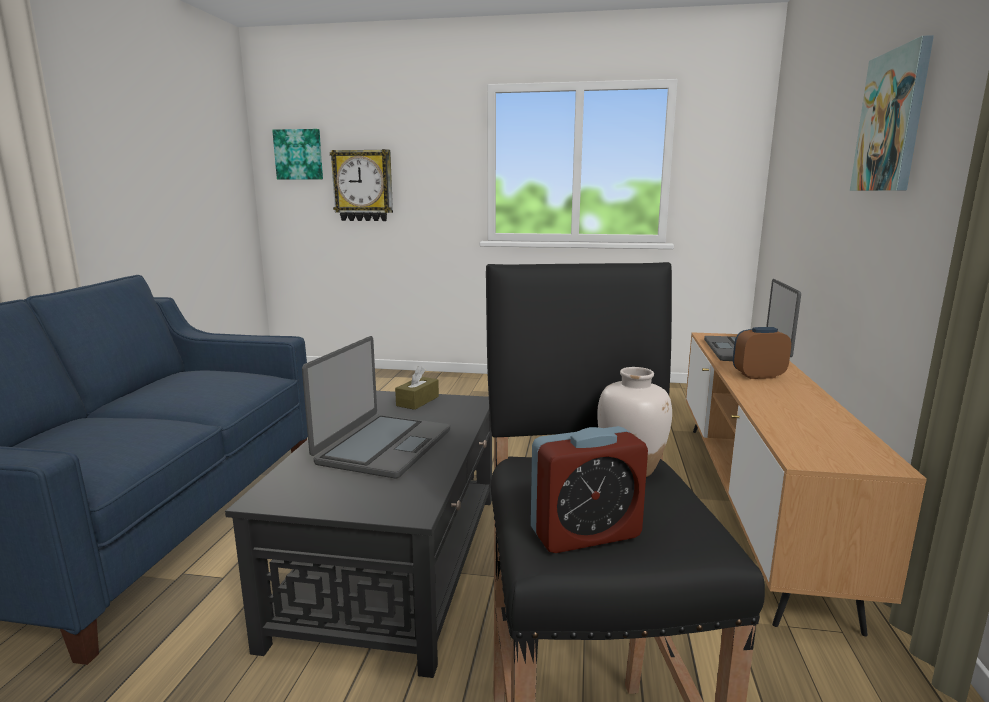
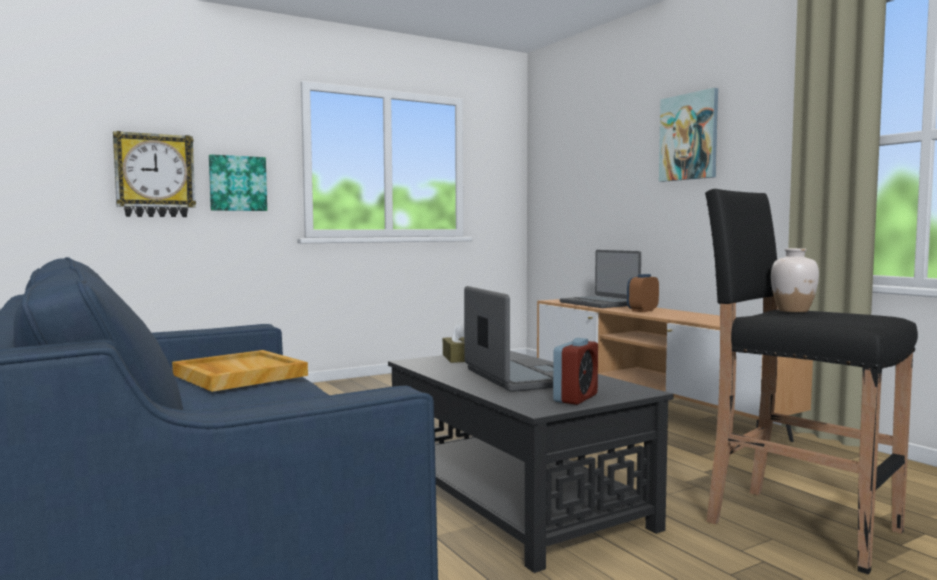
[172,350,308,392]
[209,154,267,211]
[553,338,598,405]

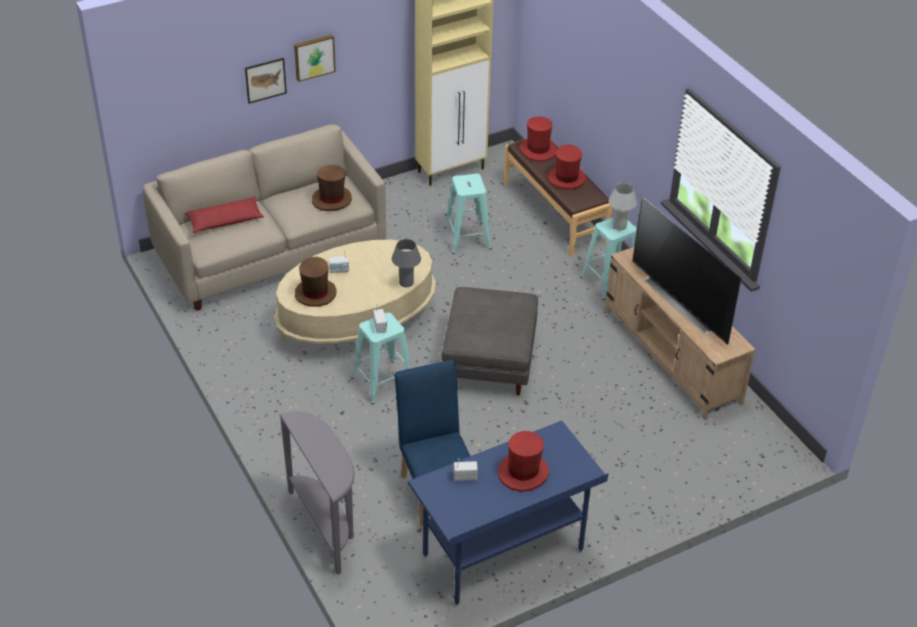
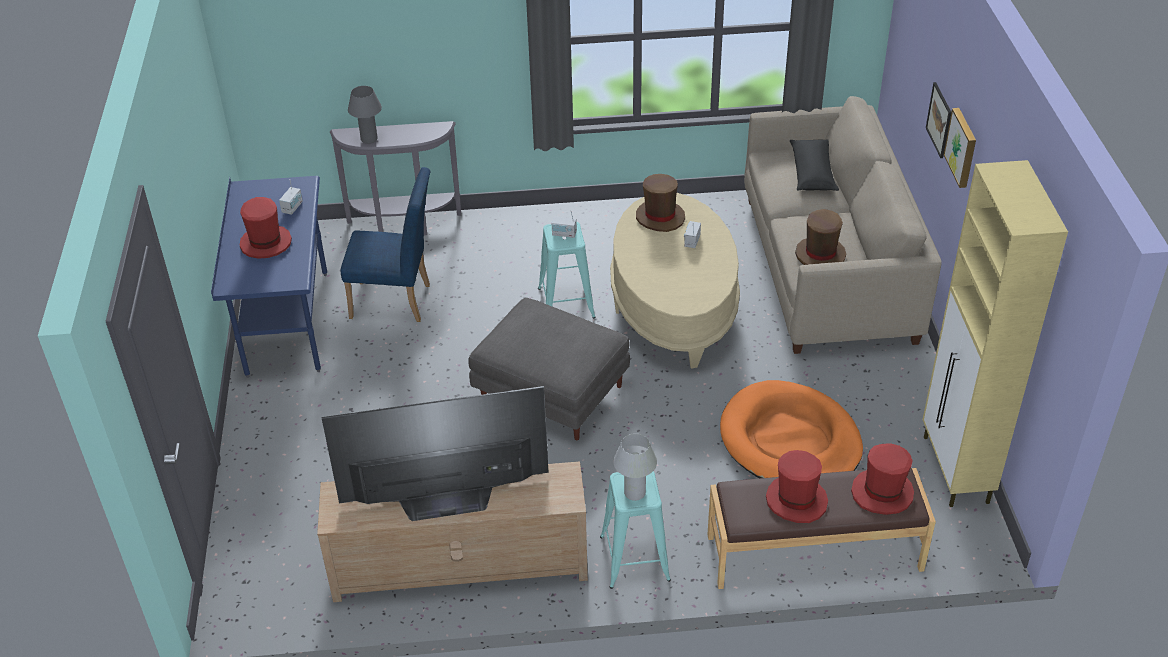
[348,86,382,144]
[720,380,863,478]
[790,139,839,191]

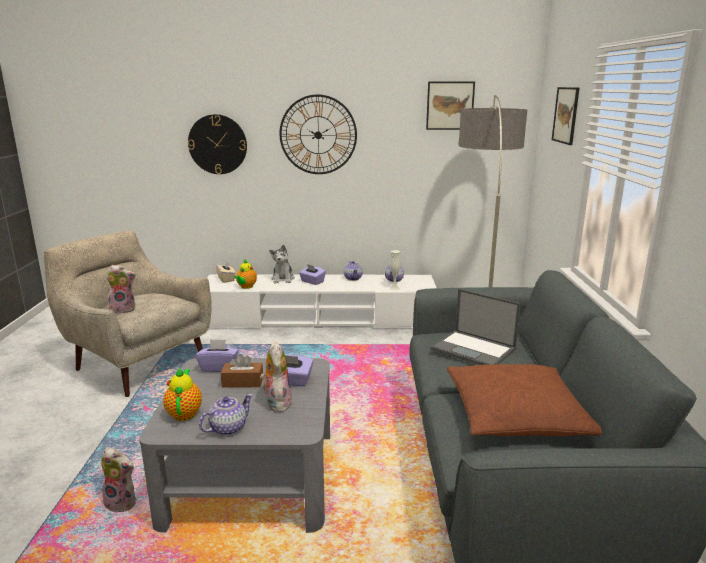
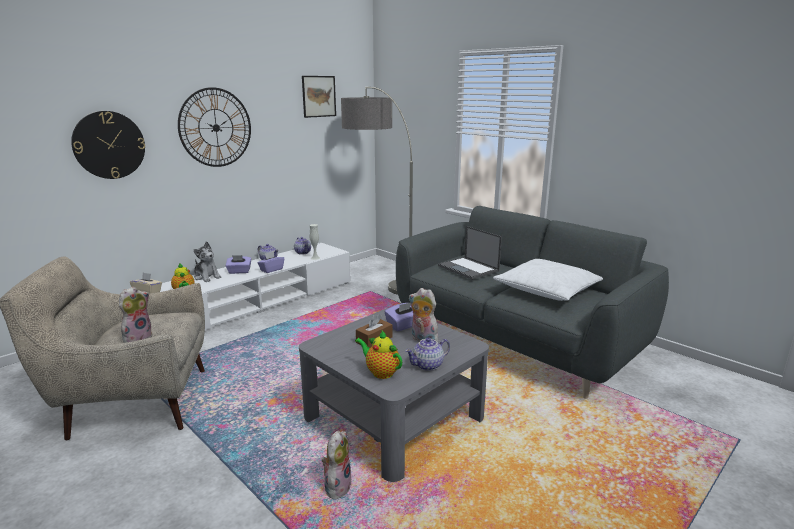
[552,87,579,145] (first image)
[257,251,284,273]
[493,259,603,301]
[322,430,351,499]
[405,338,450,371]
[438,226,502,280]

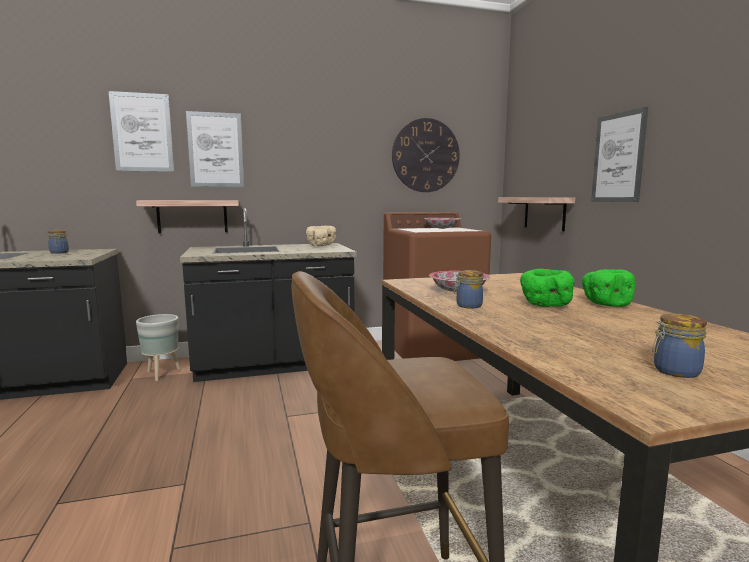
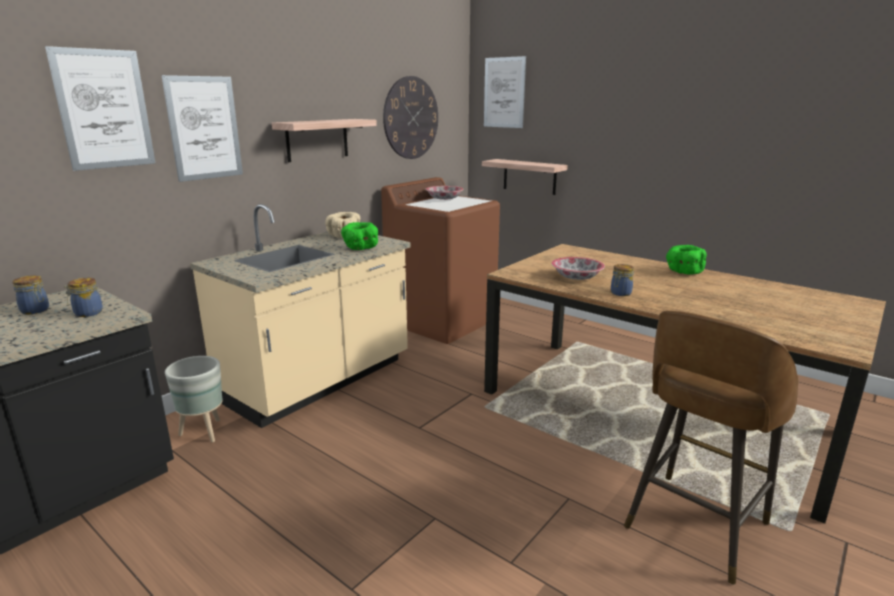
[272,119,377,162]
[341,222,378,250]
[484,56,526,128]
[64,278,103,317]
[190,204,410,428]

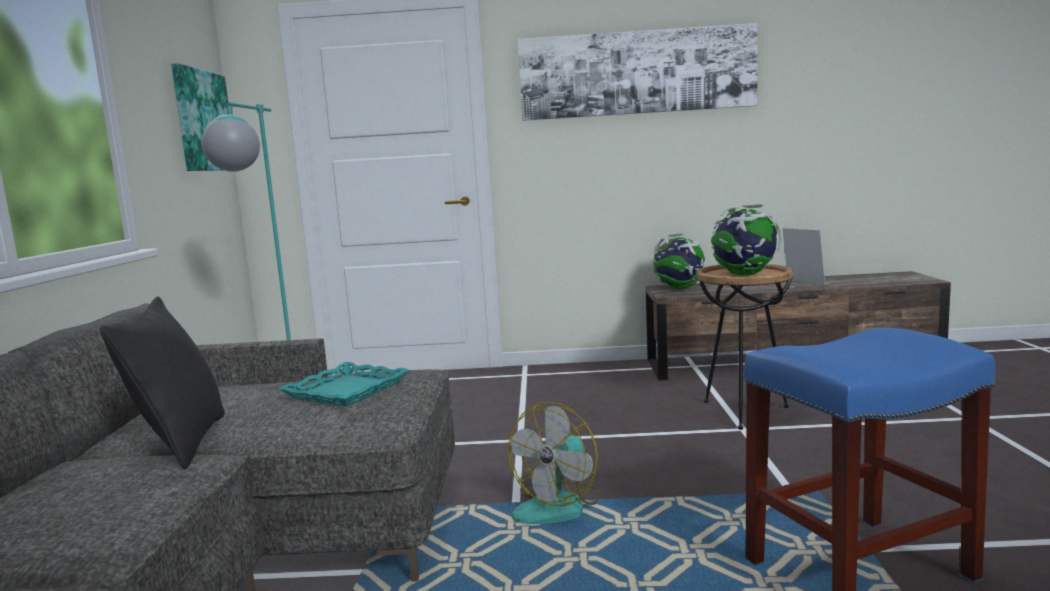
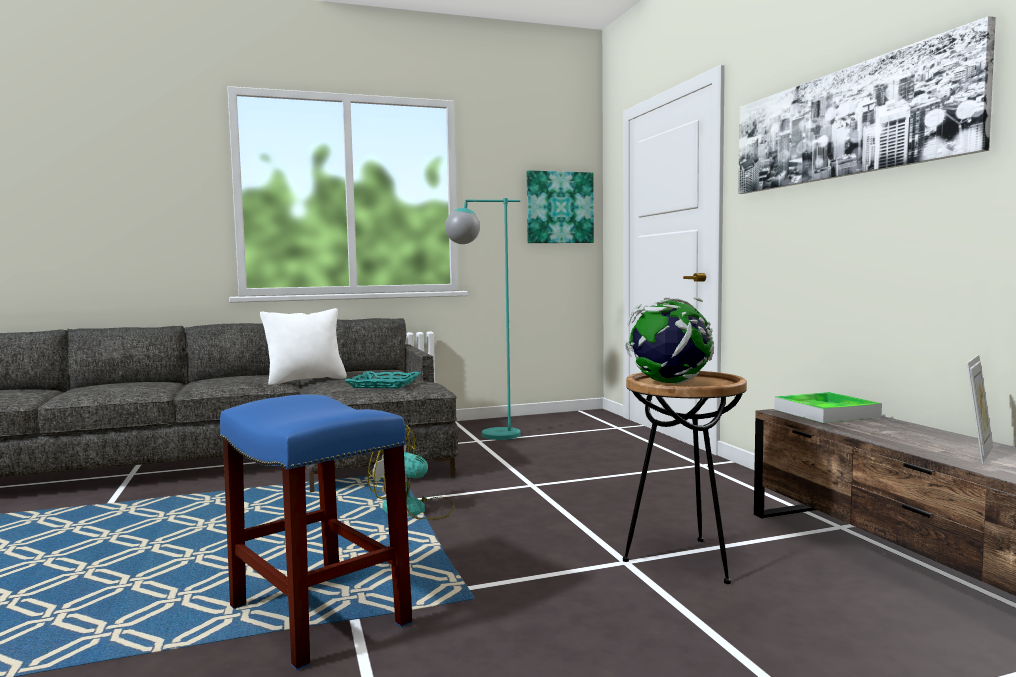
[774,392,882,423]
[260,308,347,385]

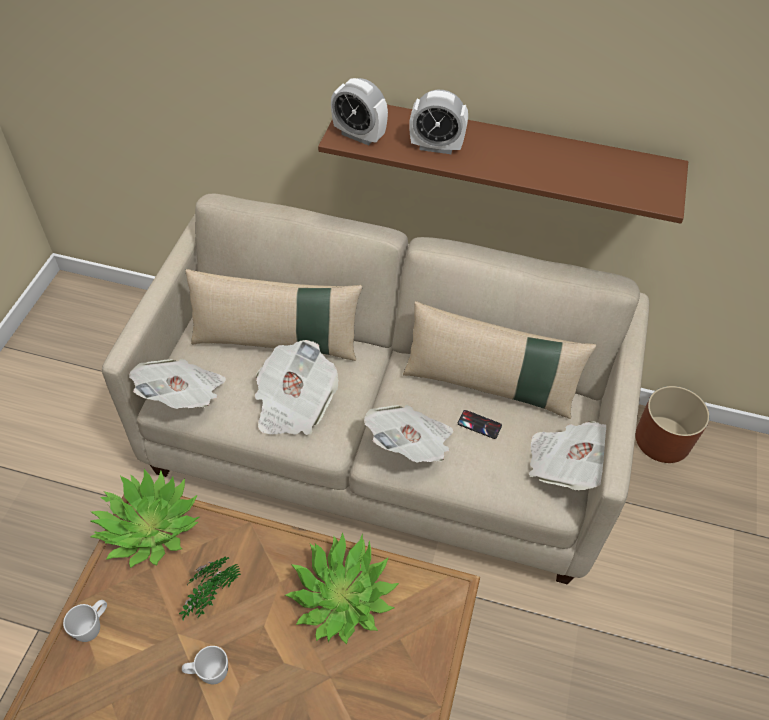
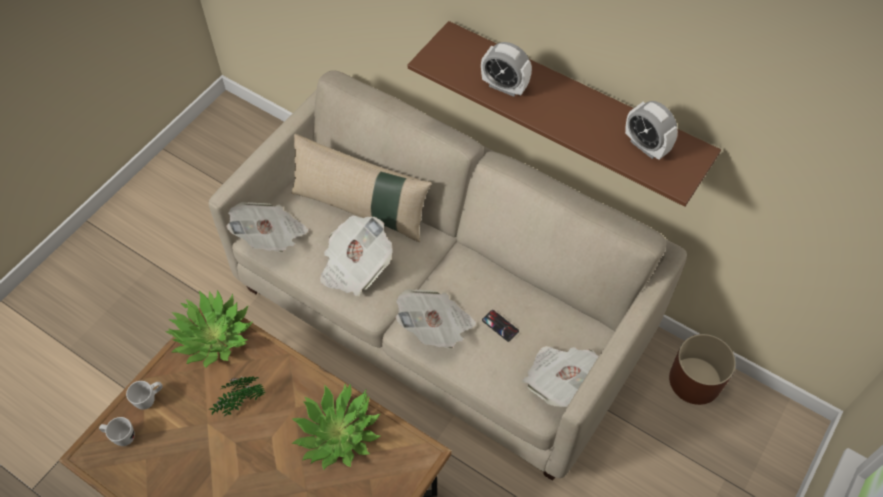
[403,301,596,419] (first image)
[99,417,135,446]
[625,101,678,160]

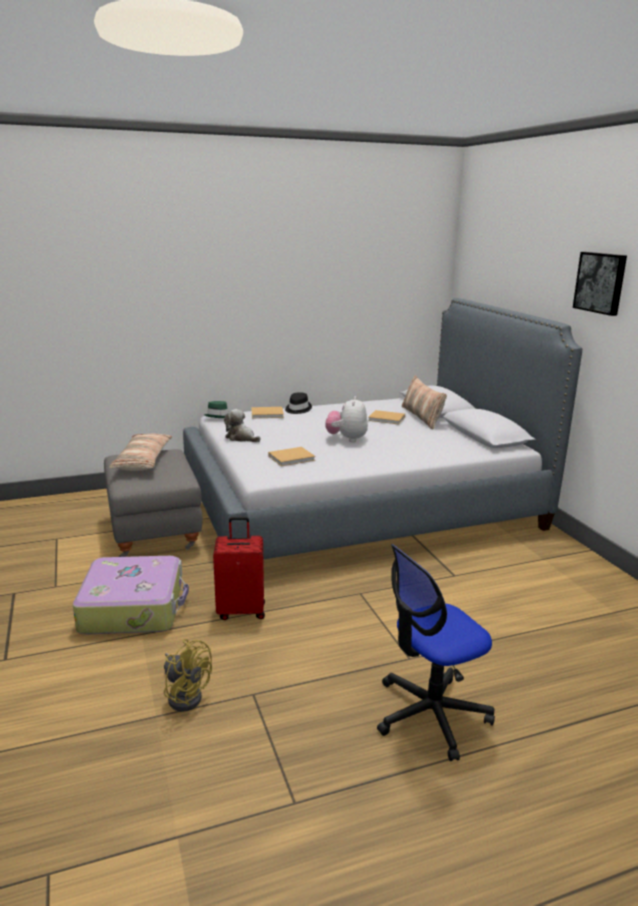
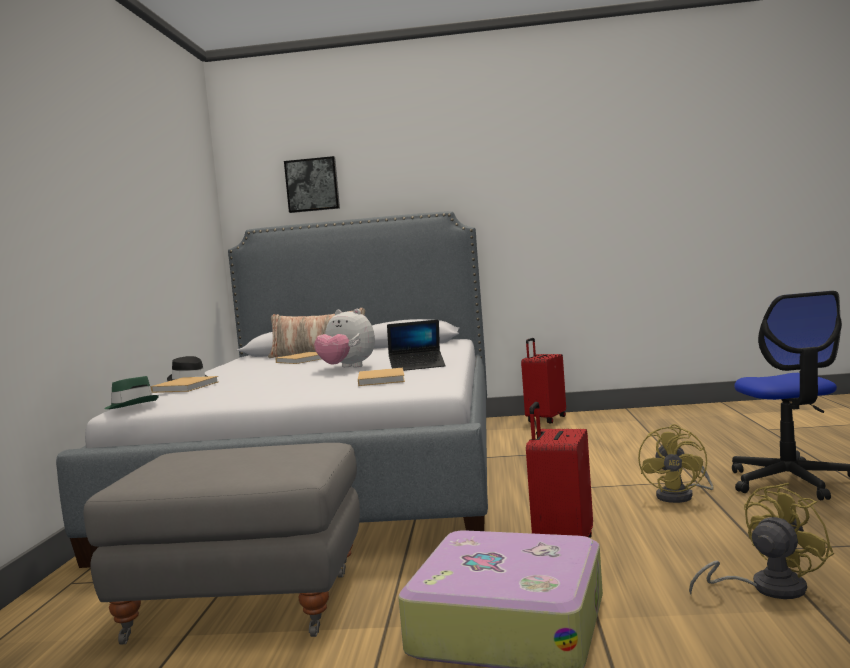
[109,434,172,471] (first image)
[224,409,261,442] (first image)
[387,320,446,371]
[521,338,566,423]
[638,424,714,503]
[284,156,340,213]

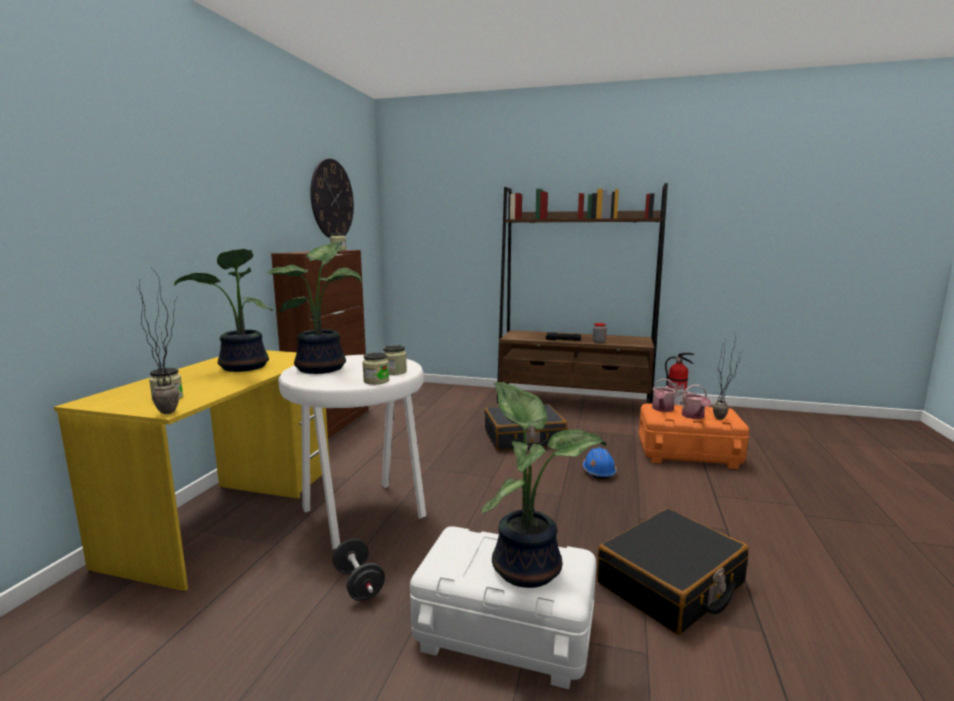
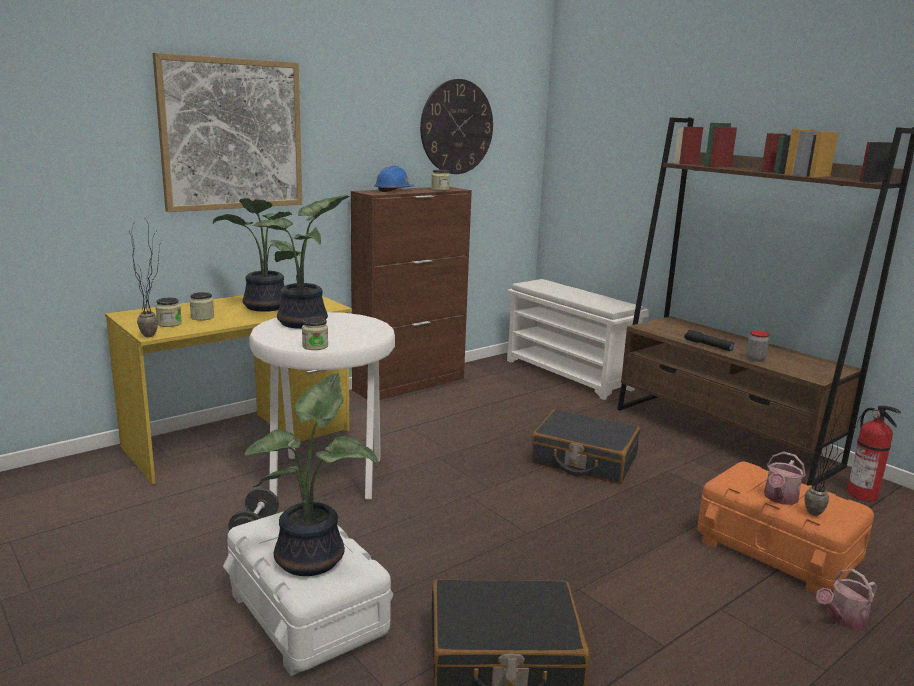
[153,53,302,212]
[507,279,649,400]
[190,292,214,320]
[374,166,414,192]
[816,569,877,630]

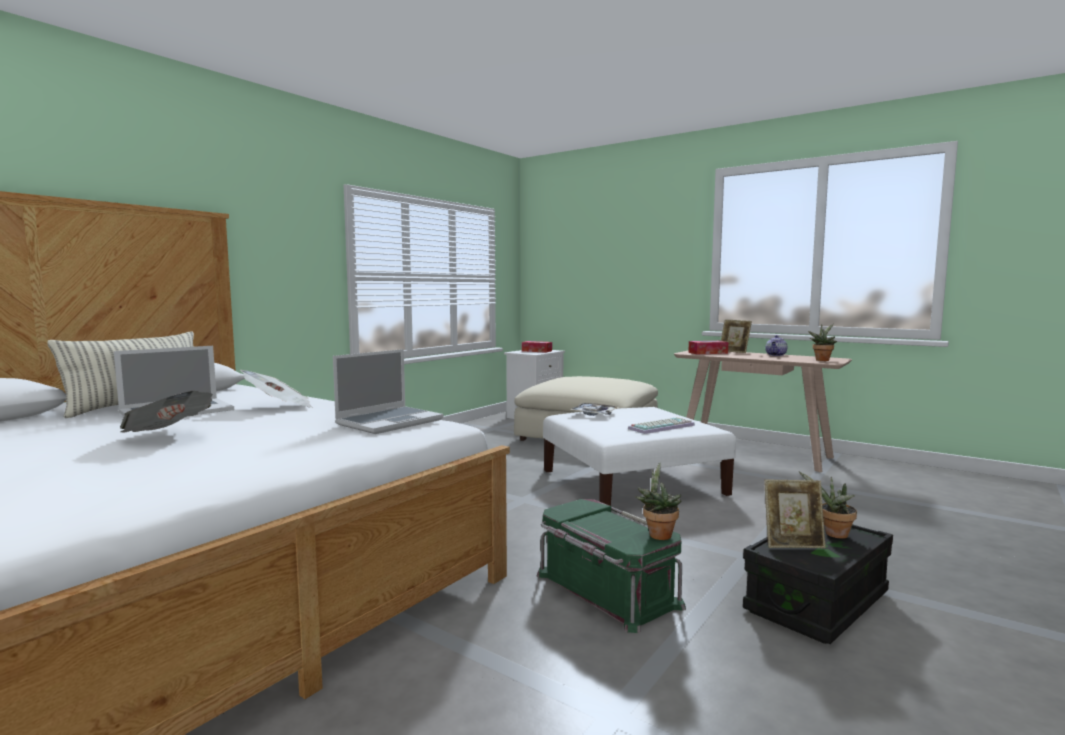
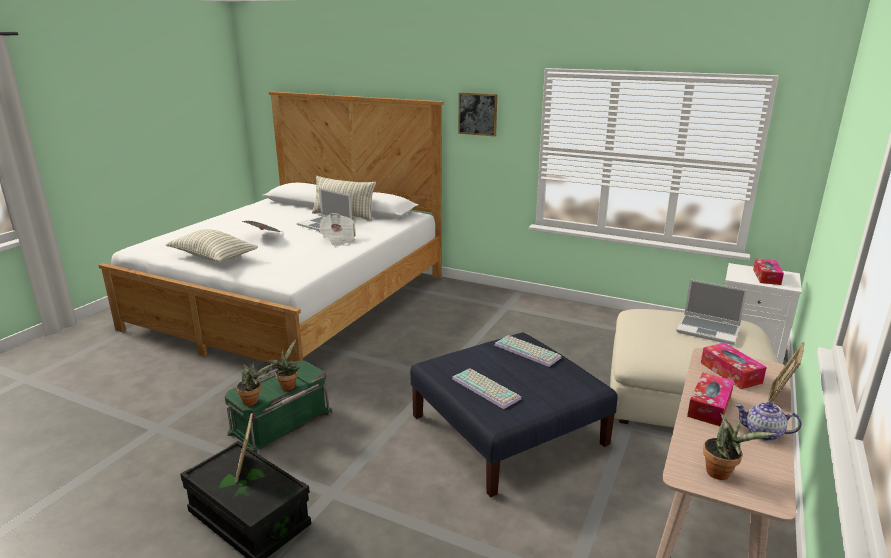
[166,229,258,262]
[458,92,497,136]
[687,373,734,426]
[677,279,747,345]
[267,340,300,391]
[494,335,562,367]
[411,333,618,497]

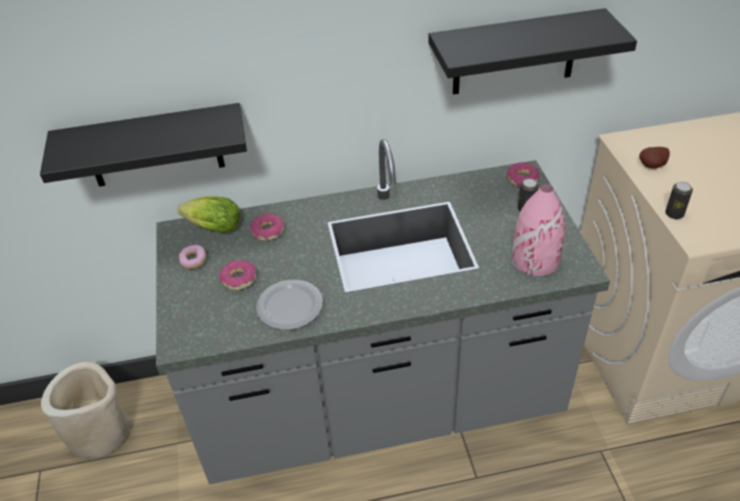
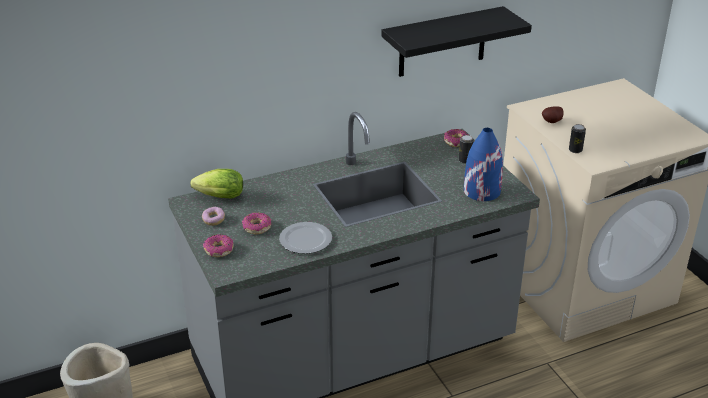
[40,103,247,187] (first image)
[203,234,233,257]
[464,128,503,201]

